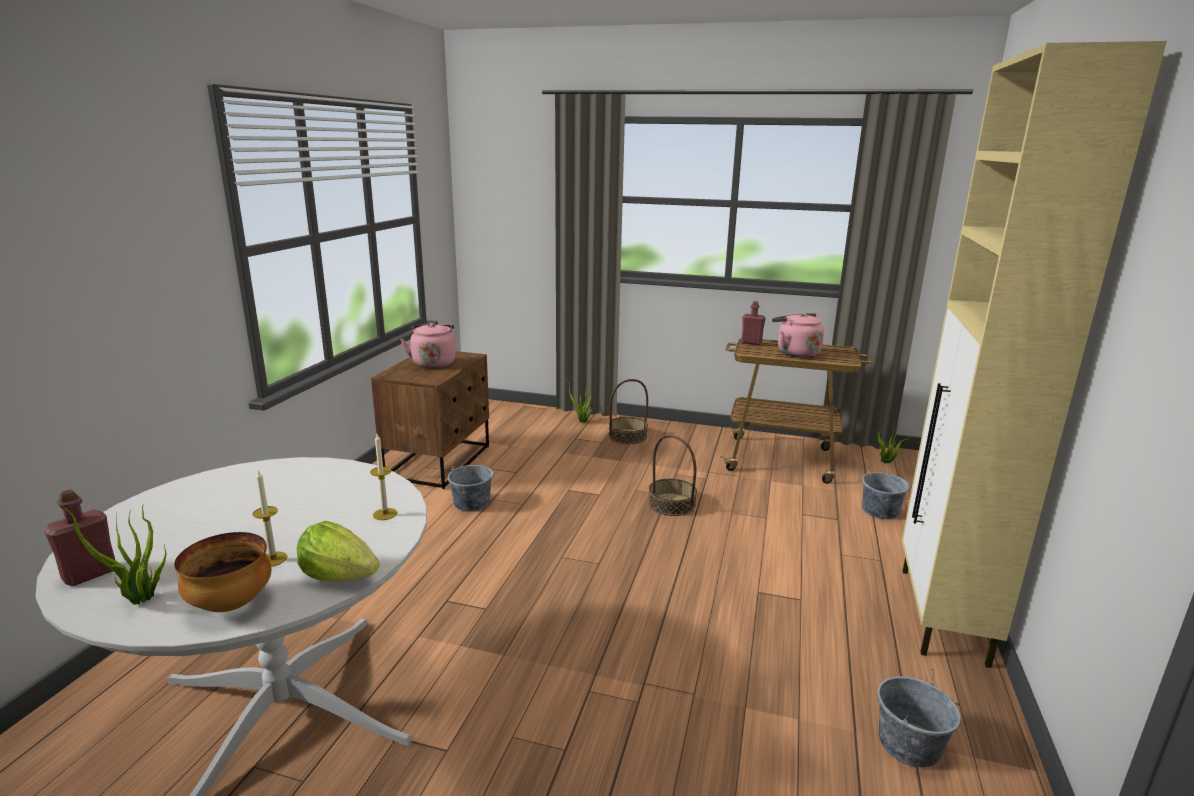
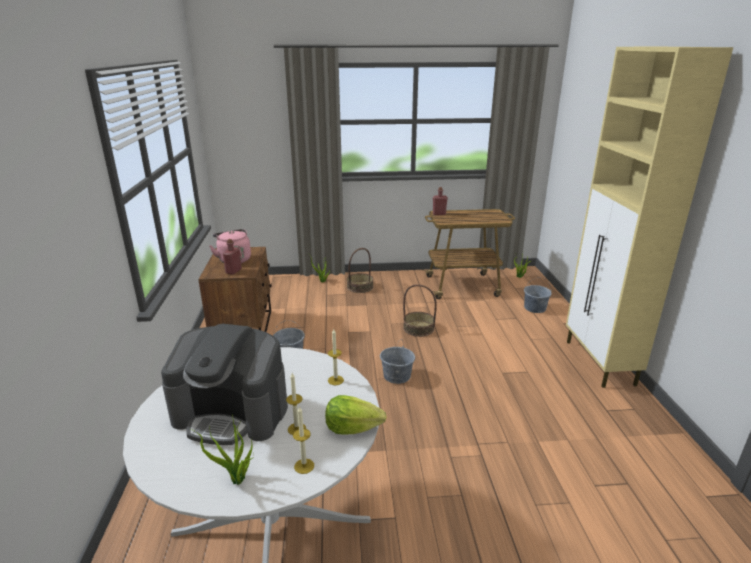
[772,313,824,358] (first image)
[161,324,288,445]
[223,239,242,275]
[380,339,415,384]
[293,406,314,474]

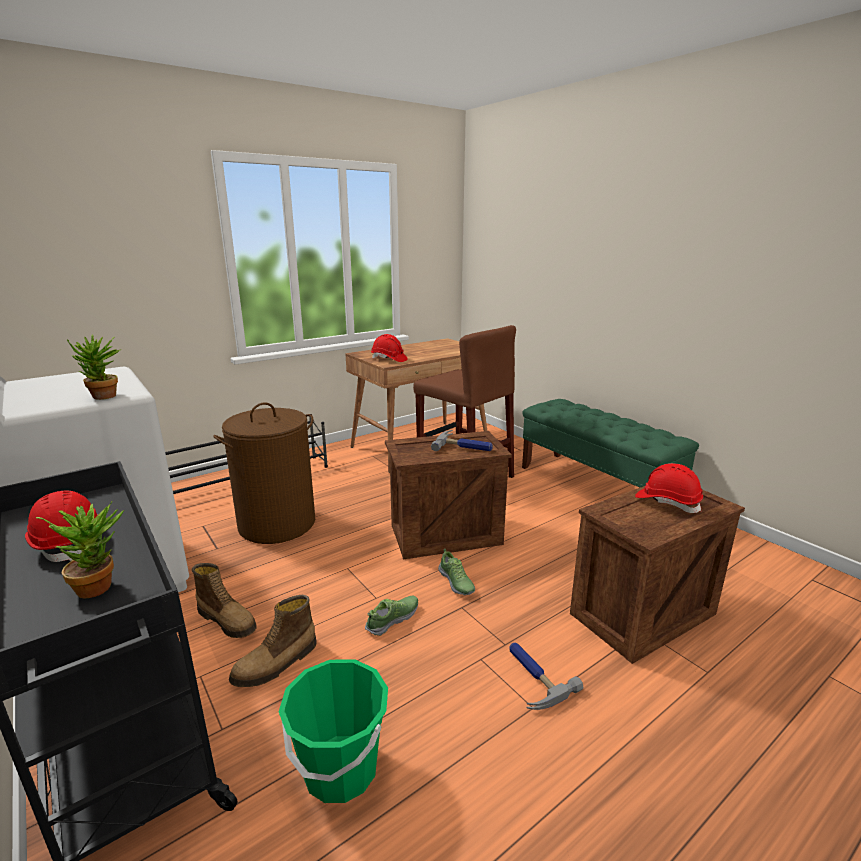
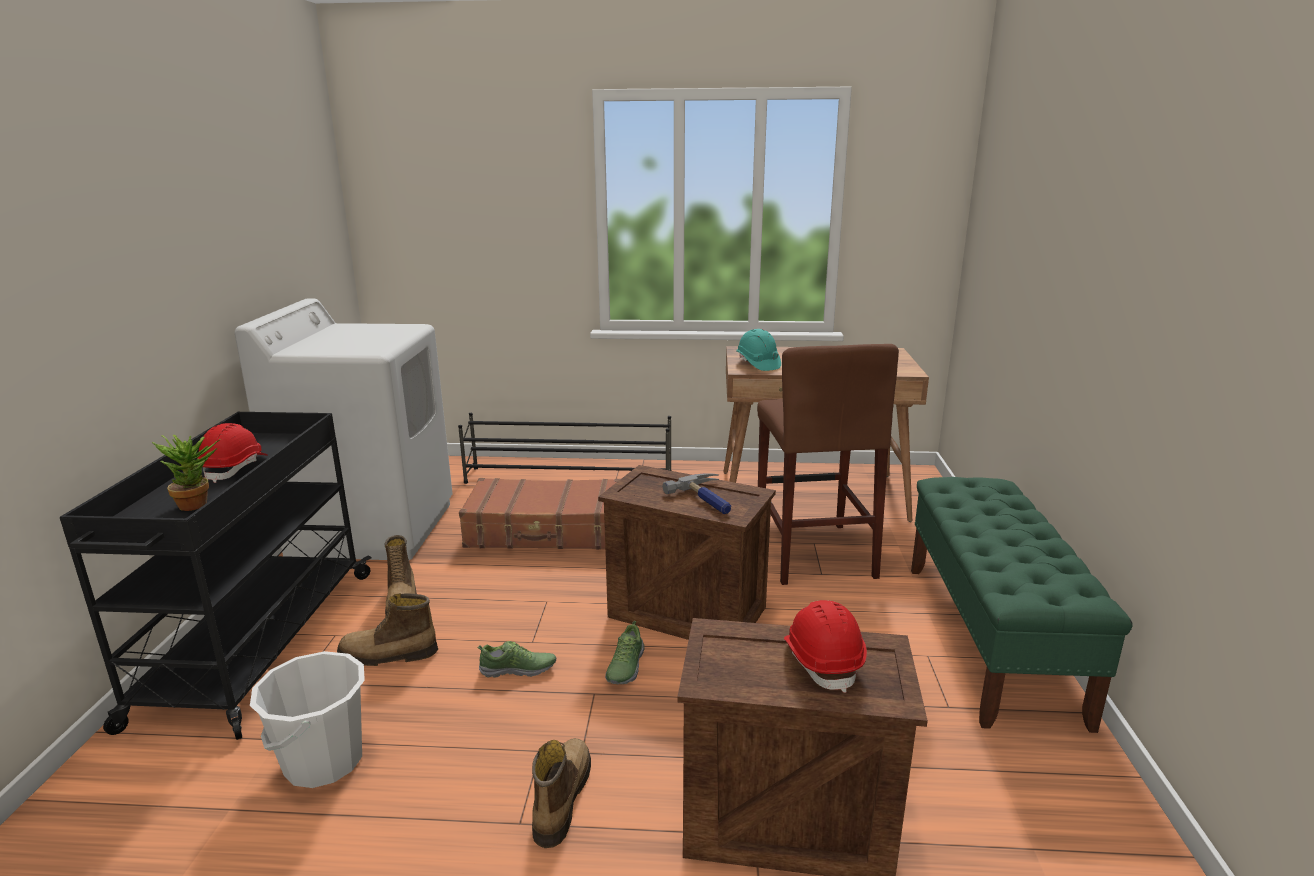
[67,335,122,400] (first image)
[459,478,620,549]
[532,738,591,848]
[250,651,365,788]
[736,329,781,371]

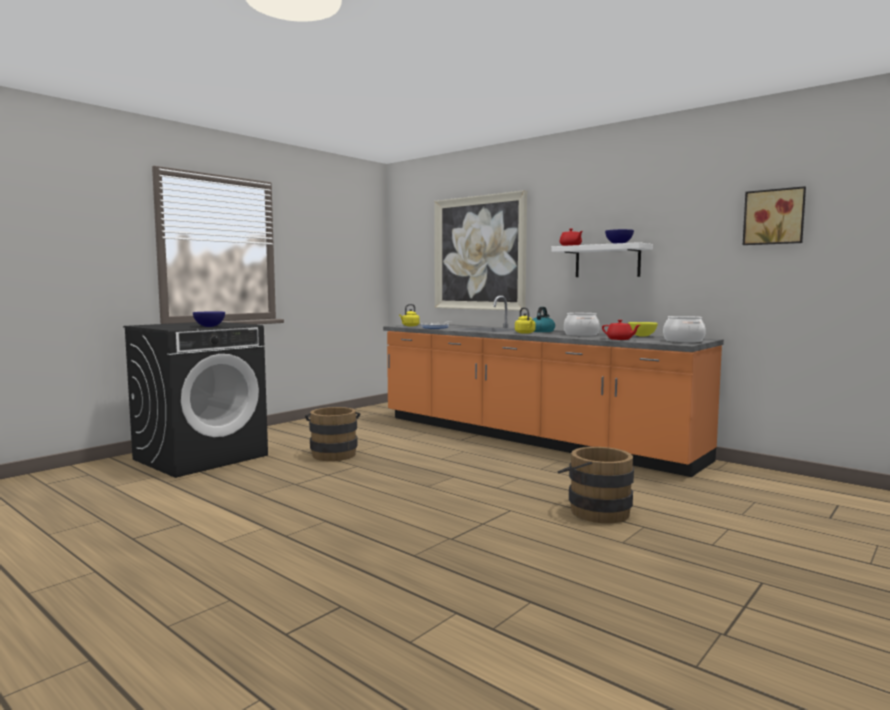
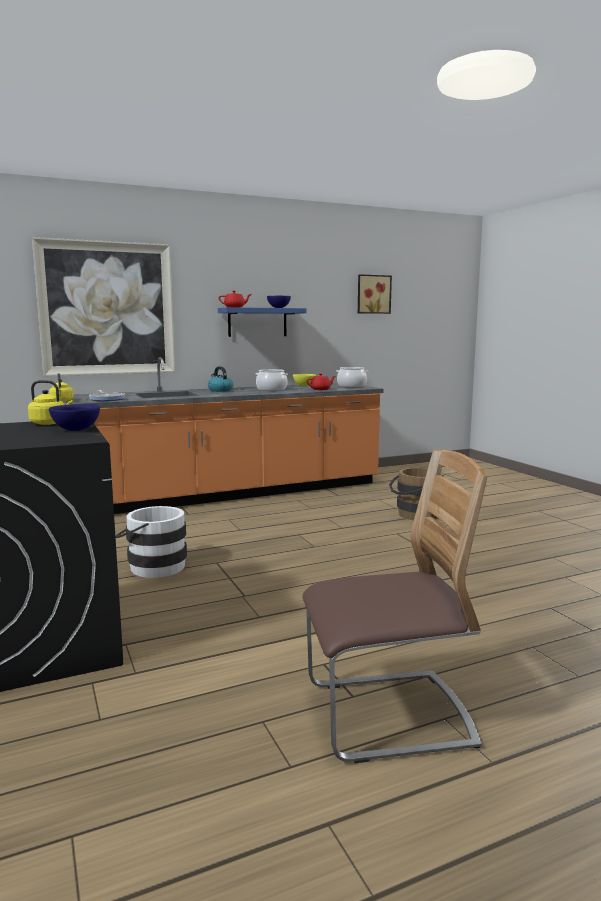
[303,449,487,763]
[28,380,73,425]
[115,506,187,578]
[218,307,307,337]

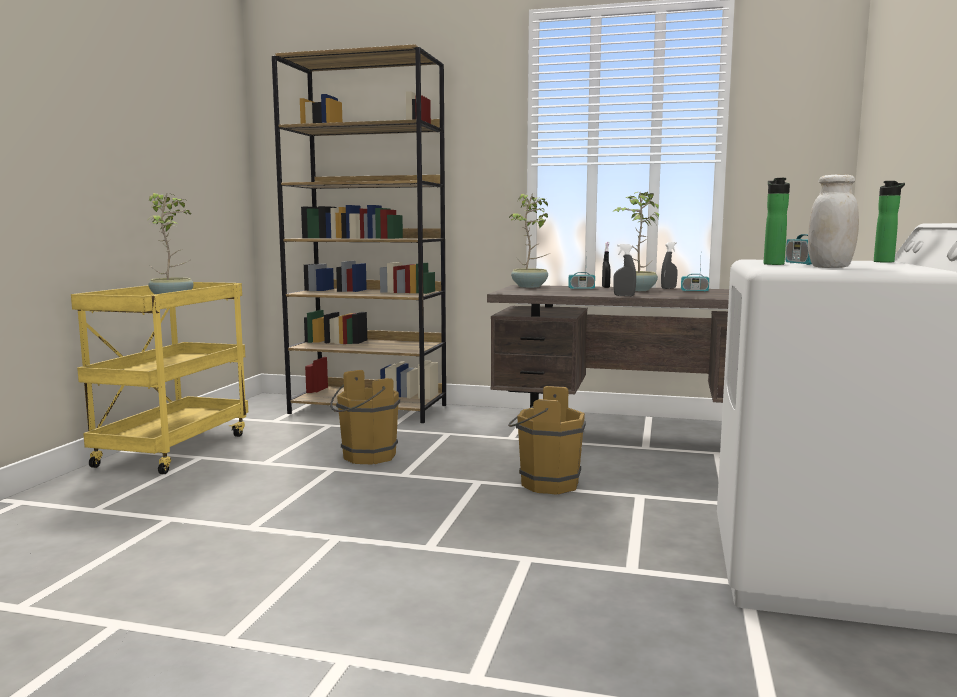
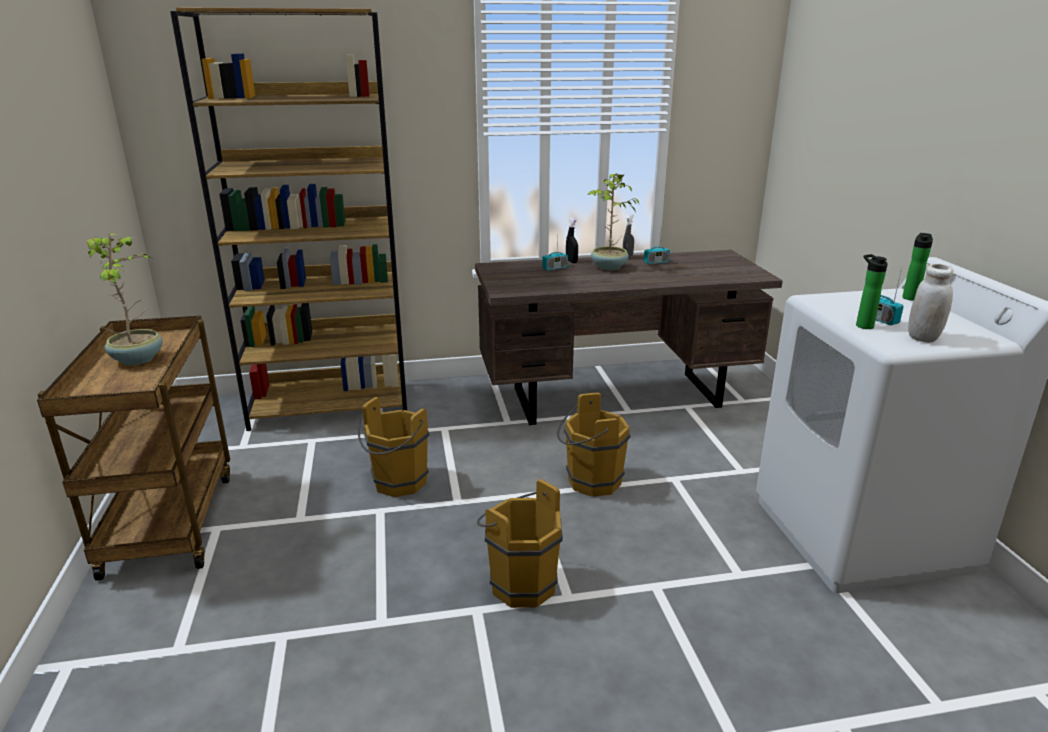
[509,194,550,288] (first image)
[613,244,636,296] (first image)
[477,479,563,608]
[37,316,230,581]

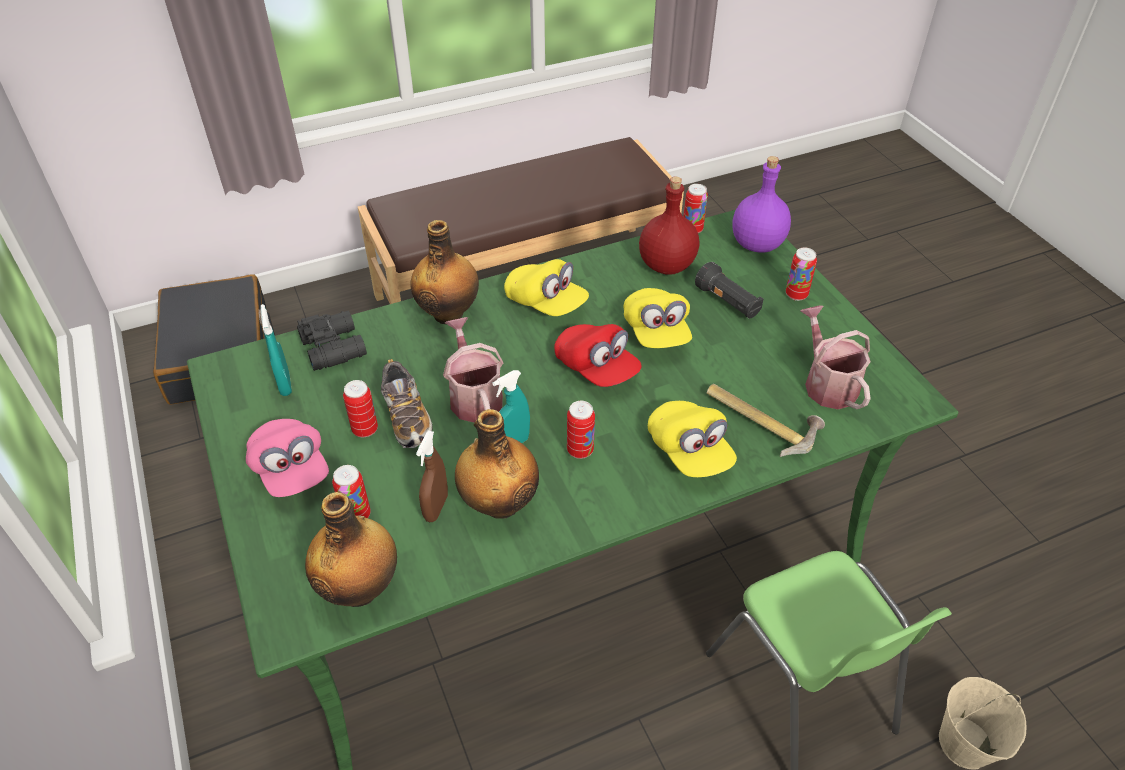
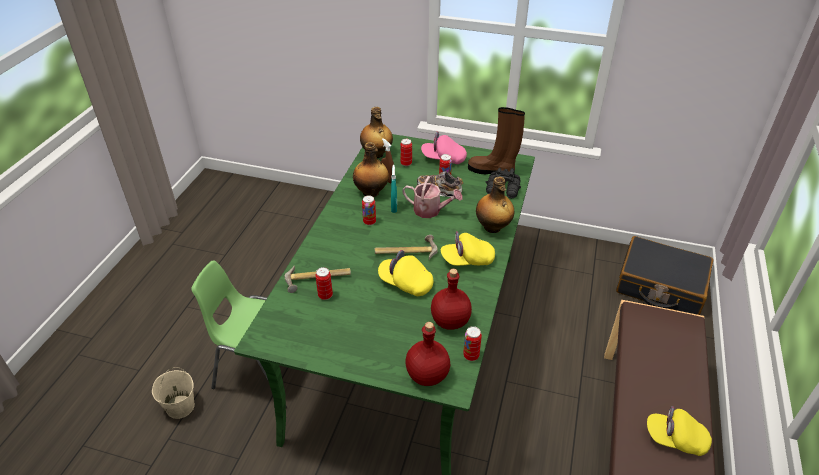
[695,262,764,319] (first image)
[801,305,871,409] (first image)
[647,406,712,456]
[315,267,333,300]
[468,107,525,174]
[375,235,438,260]
[405,322,450,386]

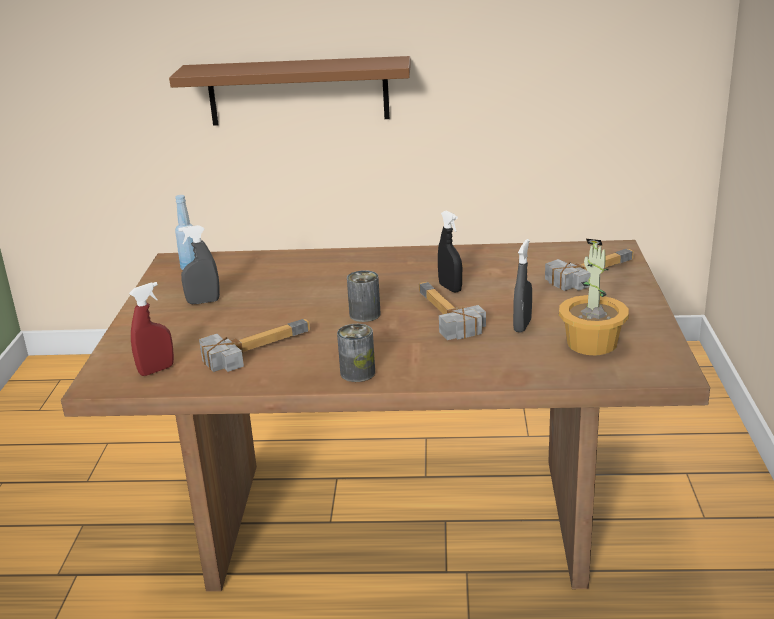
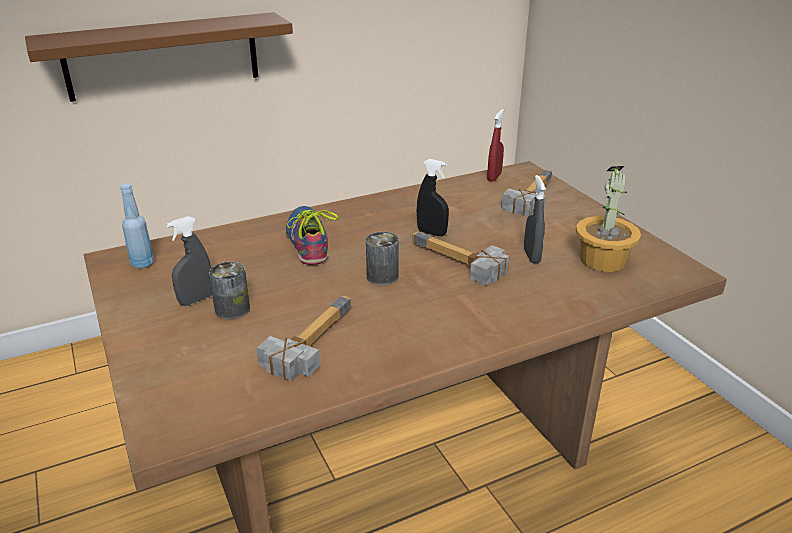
[285,206,338,265]
[487,109,504,182]
[209,261,250,320]

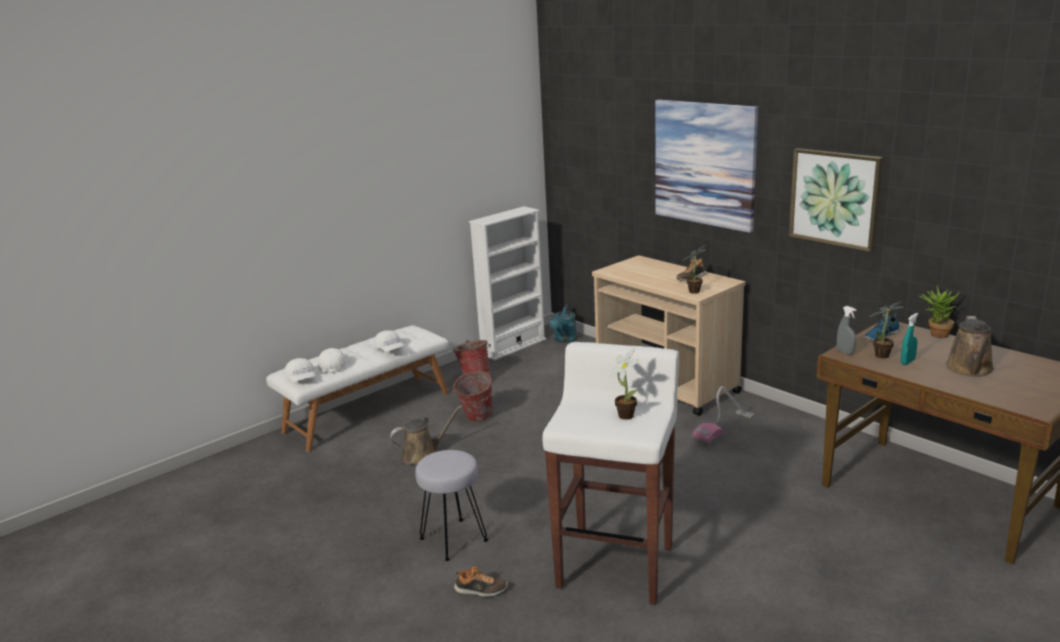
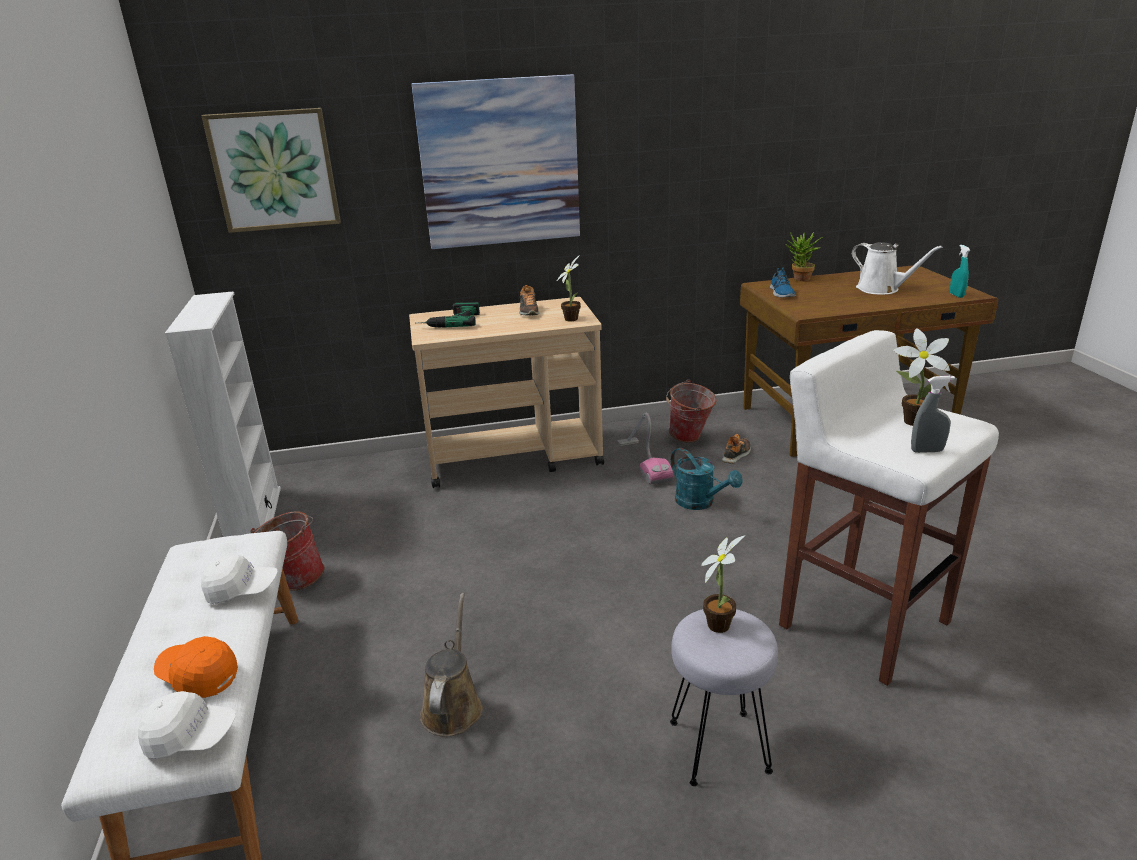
[418,302,480,328]
[666,380,717,442]
[722,434,751,464]
[671,448,743,510]
[201,108,341,233]
[911,376,955,453]
[701,536,745,633]
[950,245,970,298]
[154,636,238,698]
[852,242,943,295]

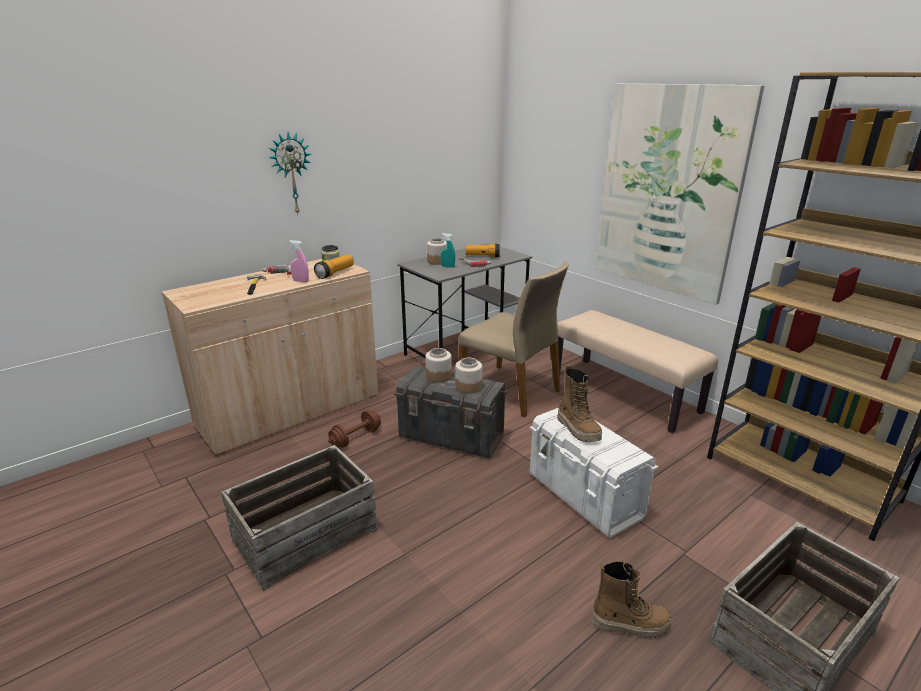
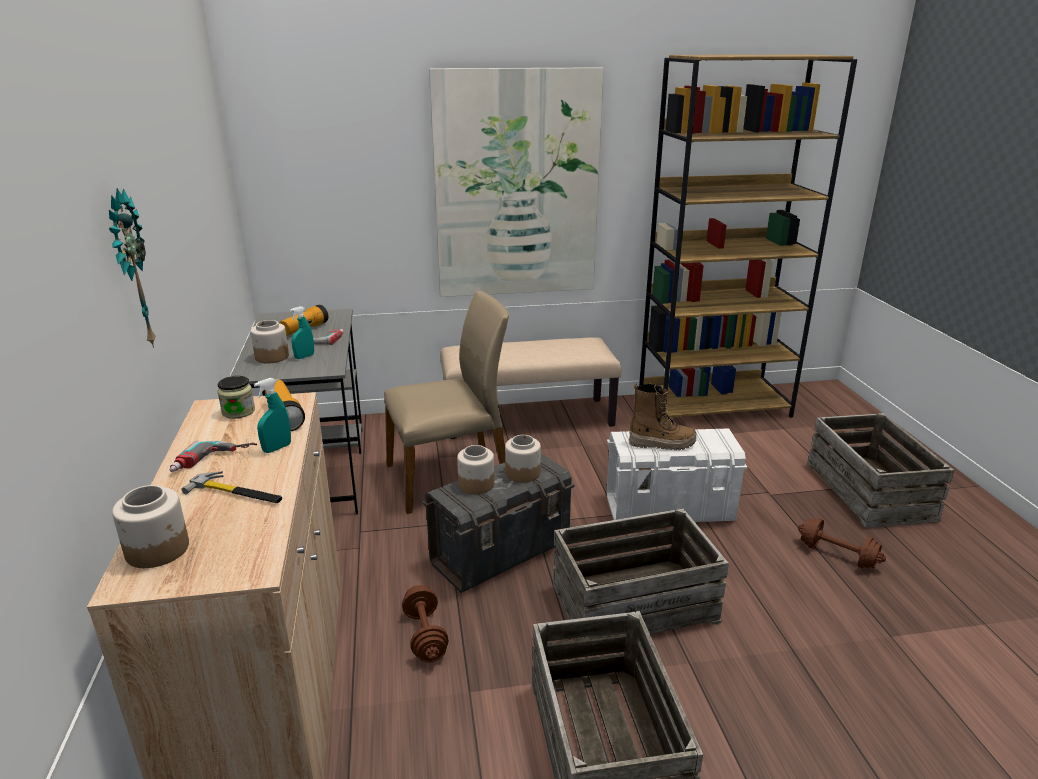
[112,485,189,568]
[553,509,729,639]
[798,518,886,568]
[254,378,291,453]

